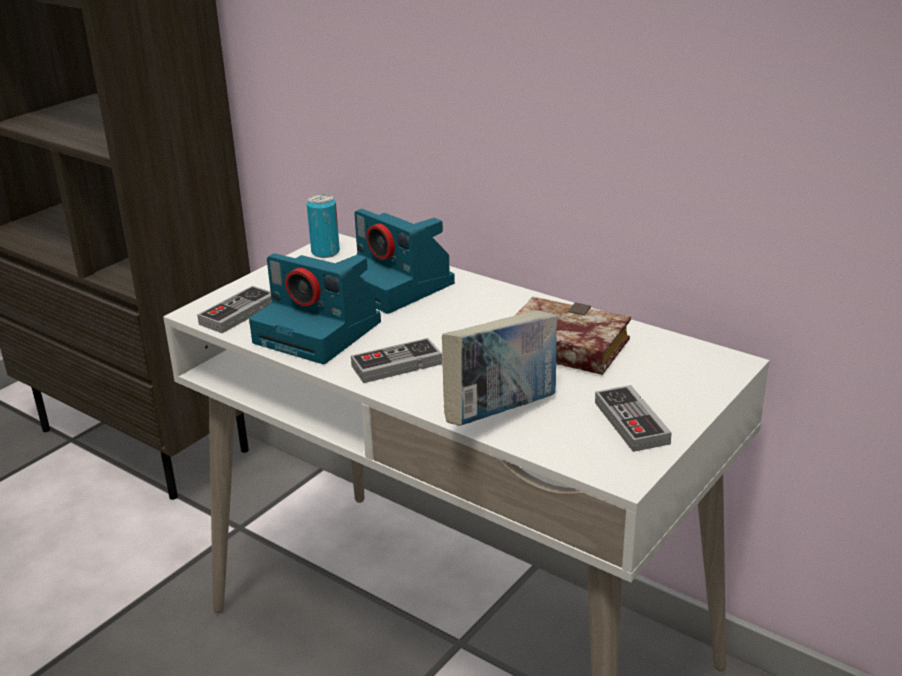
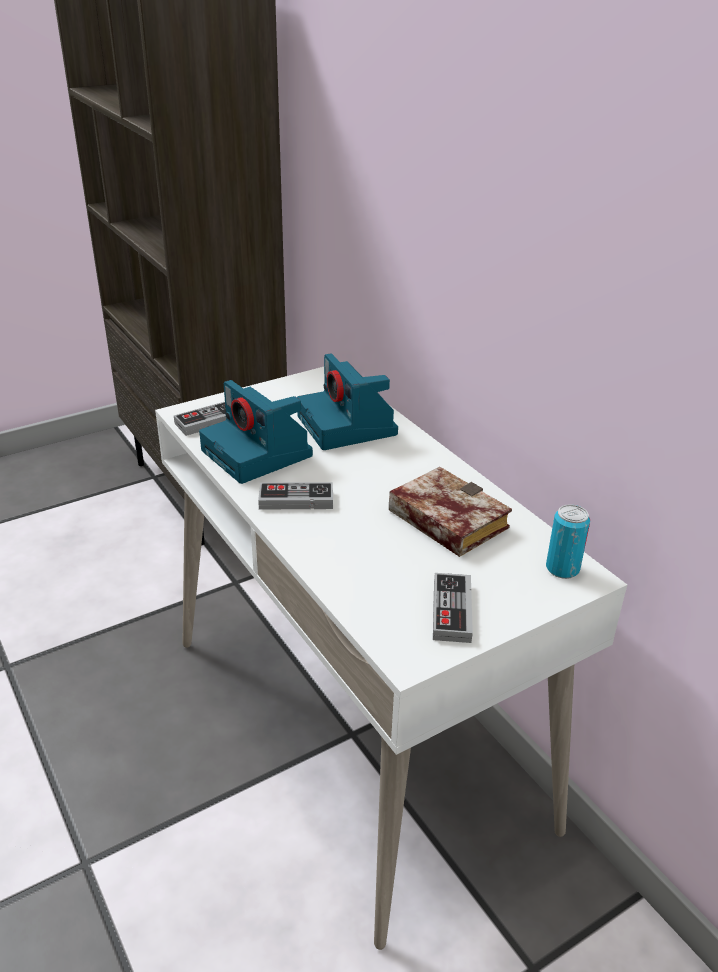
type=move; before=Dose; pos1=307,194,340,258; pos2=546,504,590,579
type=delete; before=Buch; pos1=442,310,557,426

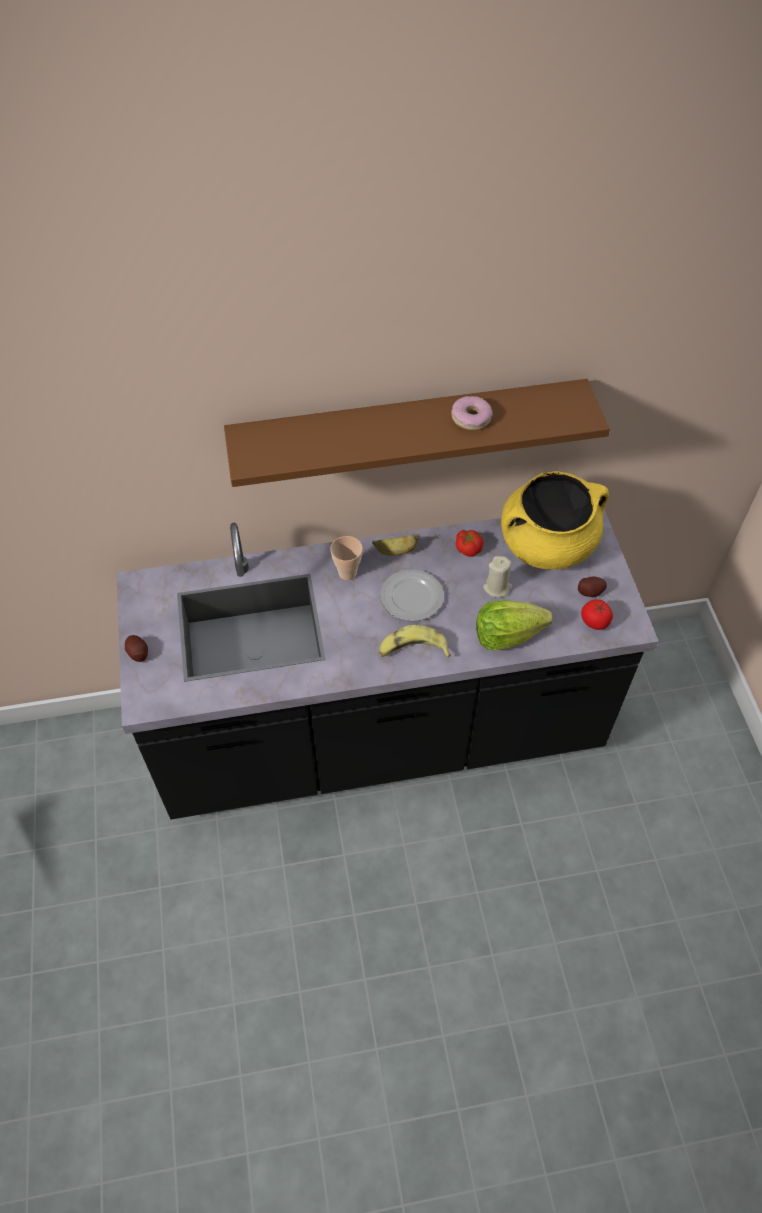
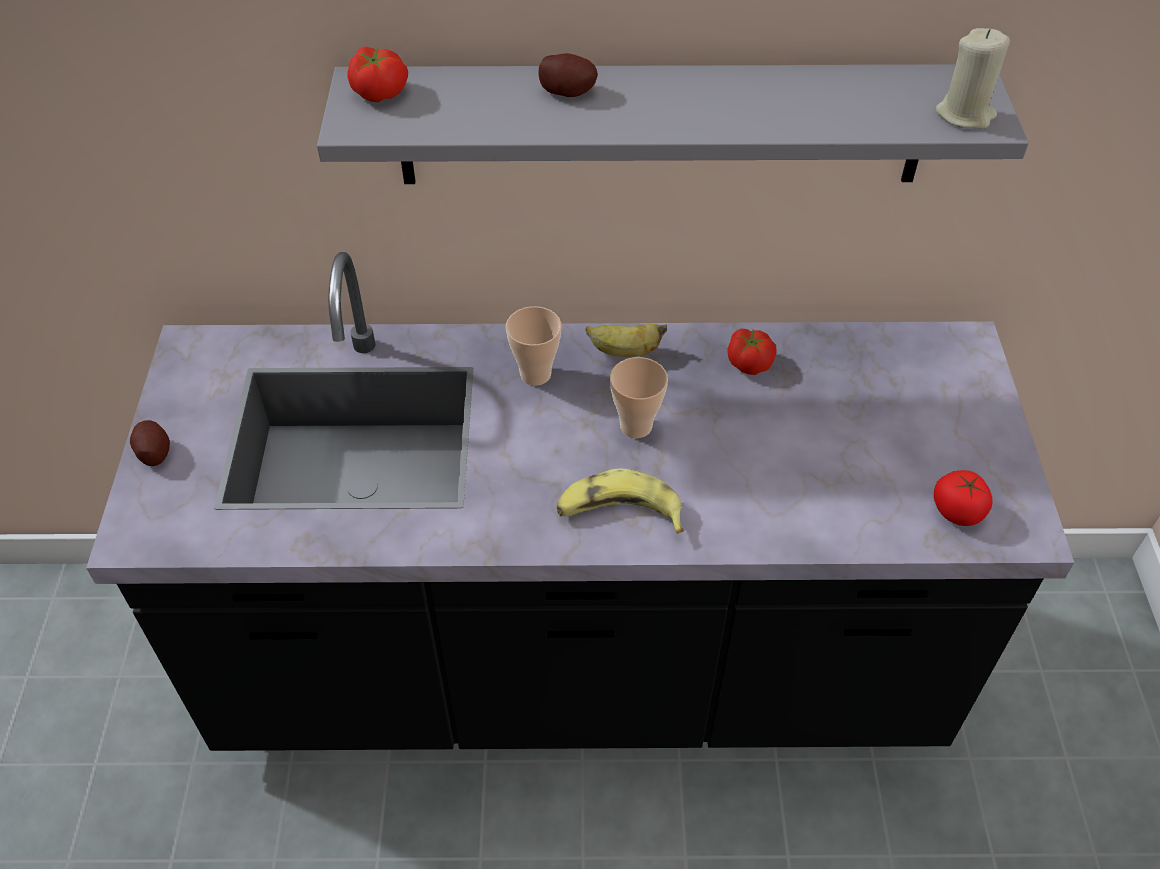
type=recolor; before=Wandregal/braun; after=Wandregal/grau; pos1=224,379,610,487; pos2=317,64,1029,184
type=insert; after=Tomate; pos2=348,46,408,102
type=move; before=Kartoffel; pos1=578,576,607,597; pos2=538,53,598,97
type=replace; before=Teller; after=Tasse; pos1=380,569,444,621; pos2=610,357,668,438
type=move; before=Kerze/beige; pos1=483,556,512,598; pos2=936,28,1010,129
type=delete; before=Donut; pos1=451,396,493,430
type=delete; before=Salatkopf; pos1=476,600,553,650
type=delete; before=Kochtopf/gelb; pos1=501,471,609,570

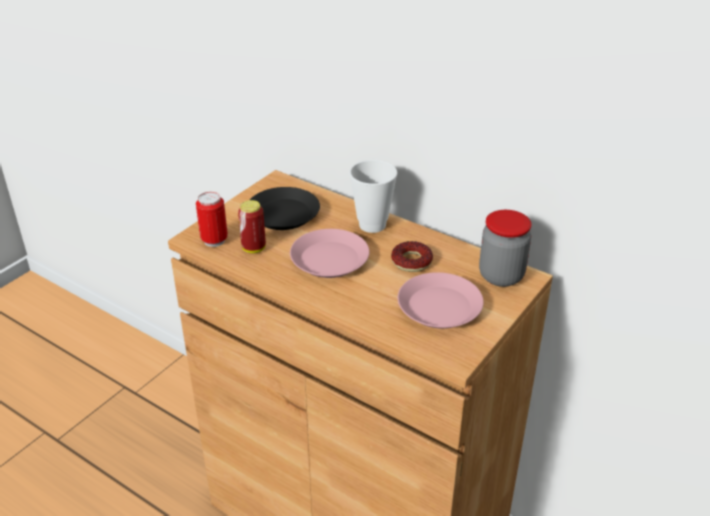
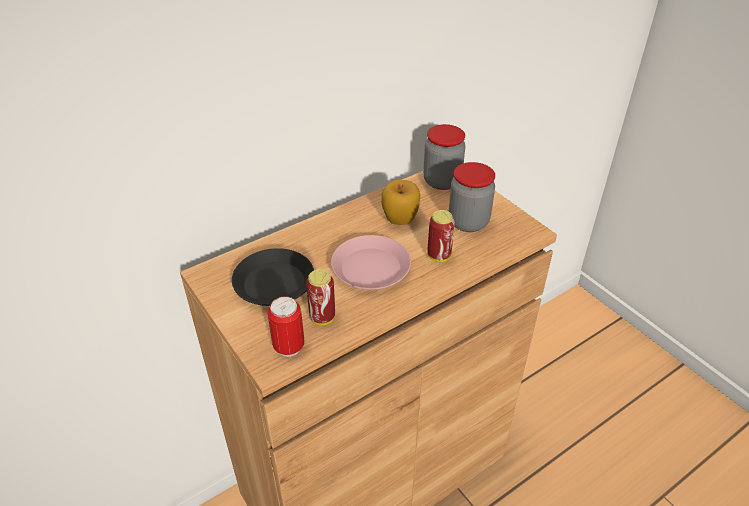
type=replace; before=Donut; after=Apfel; pos1=391,241,433,272; pos2=381,180,420,225
type=insert; after=Dose; pos2=427,210,455,262
type=replace; before=Teller/rosa; after=Vorratsglas; pos1=398,272,484,329; pos2=449,162,495,232
type=delete; before=Tasse; pos1=349,160,398,233

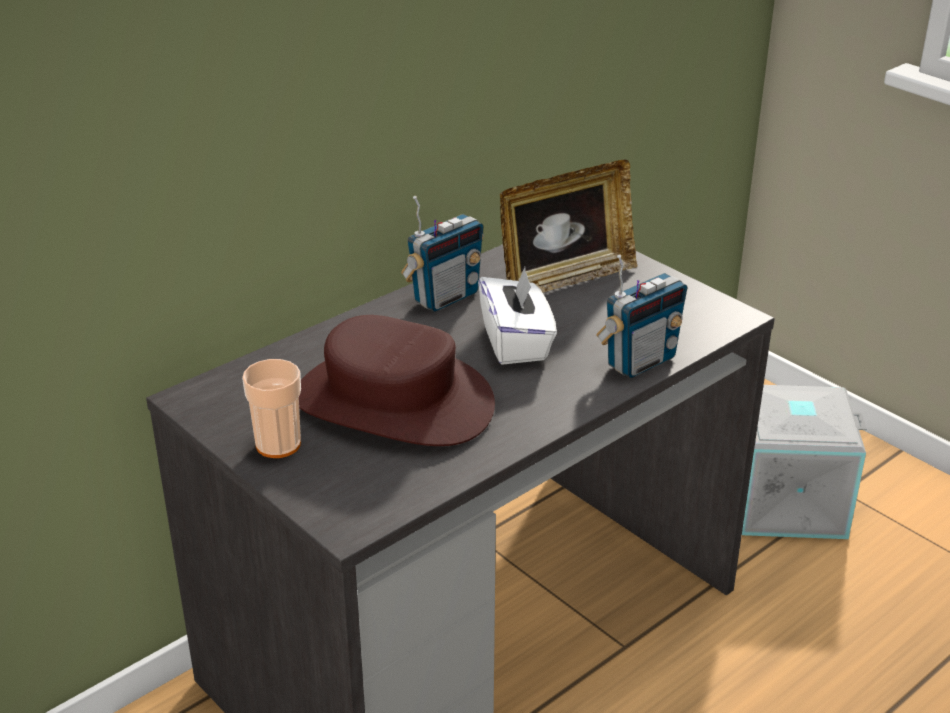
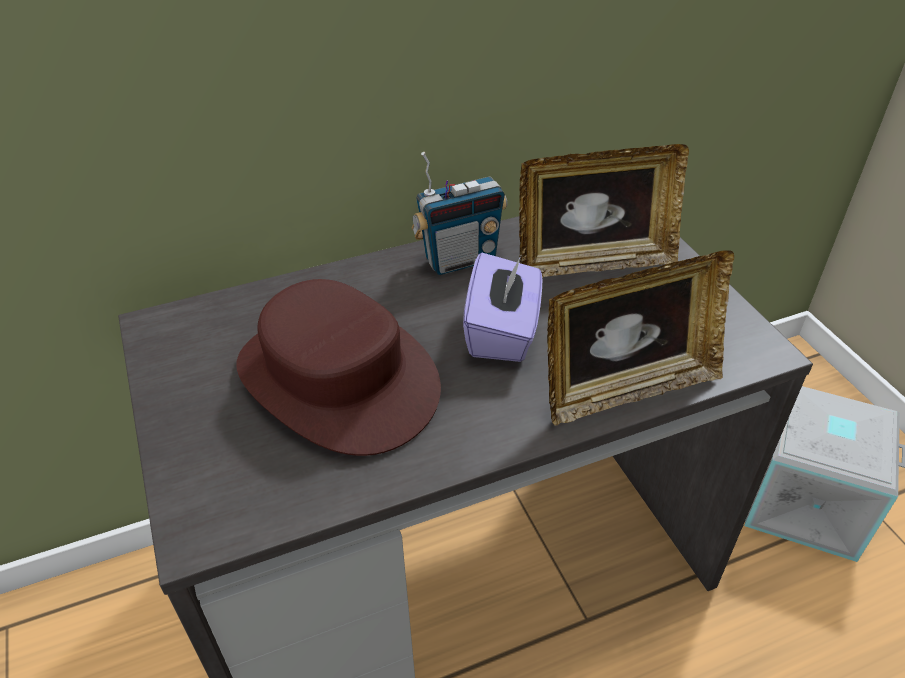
type=recolor; before=Taschentuchbox/weiß; after=Taschentuchbox/lila; pos1=478,267,557,365; pos2=463,253,542,362
type=replace; before=Radio; after=Bilderrahmen; pos1=596,255,687,378; pos2=547,250,734,426
type=delete; before=Tasse; pos1=242,359,301,458

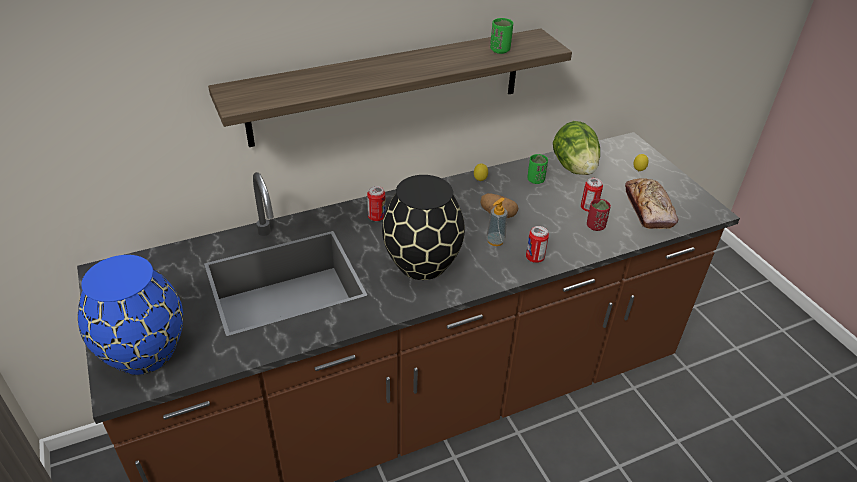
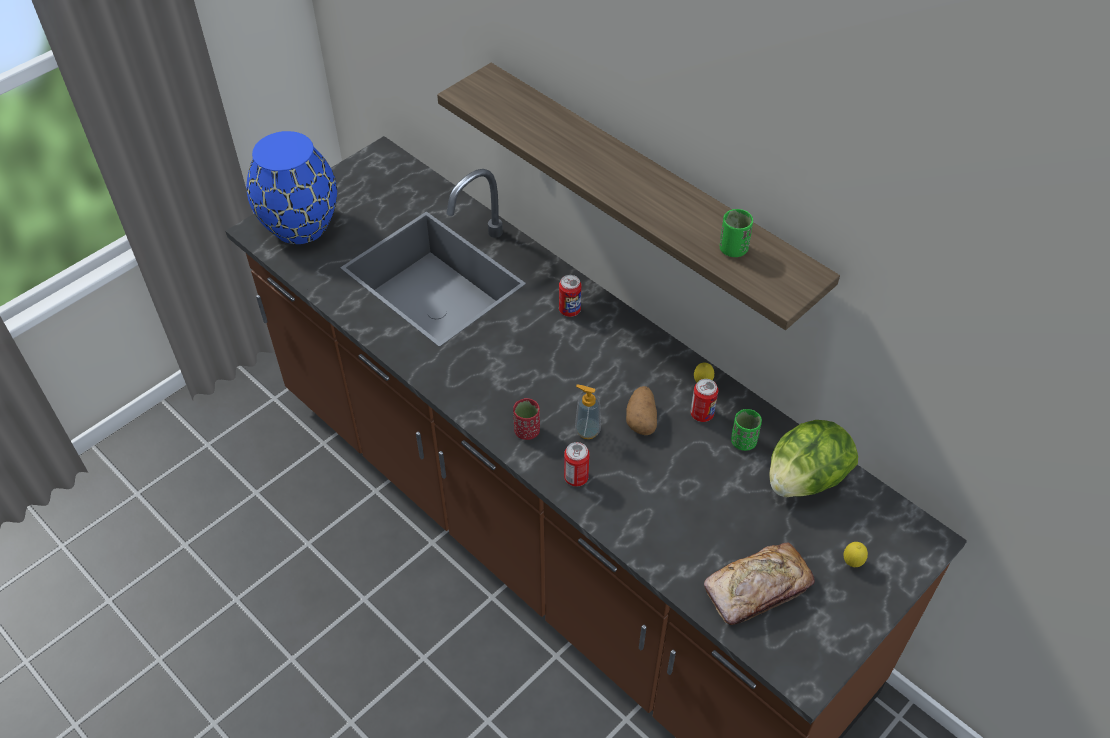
type=move; before=Tasse/rot; pos1=587,199,611,231; pos2=513,398,540,440
type=move; before=Dose; pos1=581,178,603,212; pos2=691,379,718,422
type=delete; before=Vase/schwarz; pos1=382,175,465,280

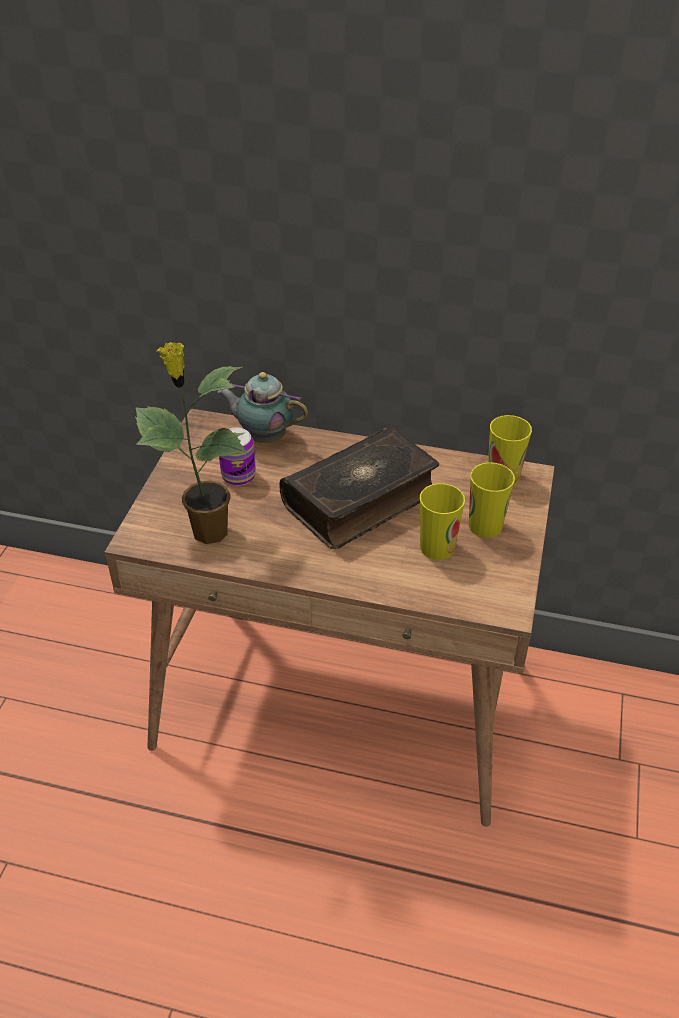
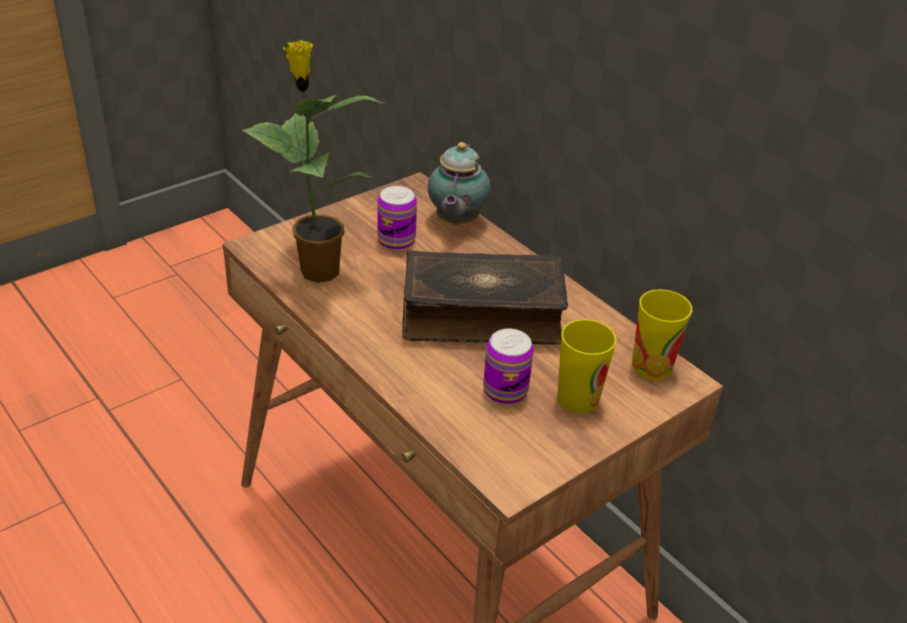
type=rotate; before=Teekanne; pos1=218,372,308,443; pos2=428,142,491,225; turn=-135
type=replace; before=Tasse; after=Dose; pos1=420,483,465,560; pos2=483,329,534,405

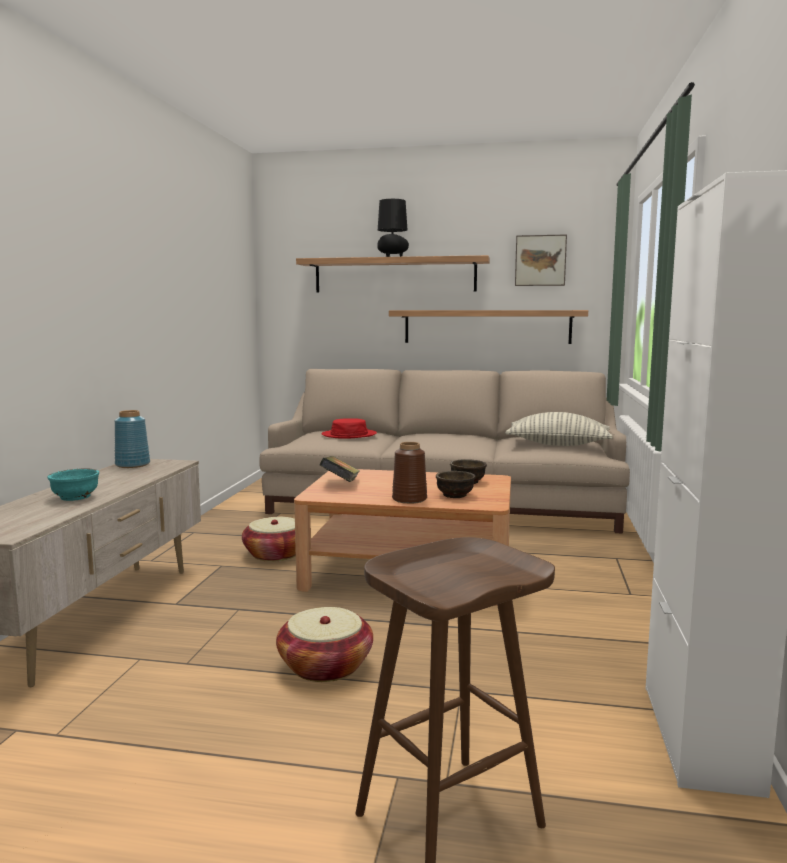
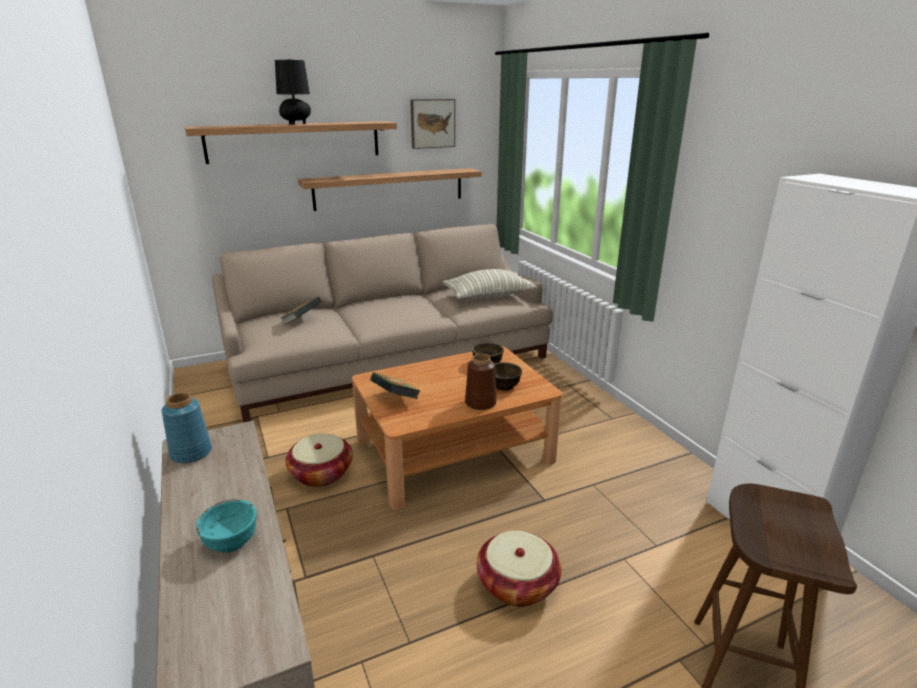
type=replace; before=Hut/rot; after=Buch; pos1=321,418,377,439; pos2=281,297,322,325

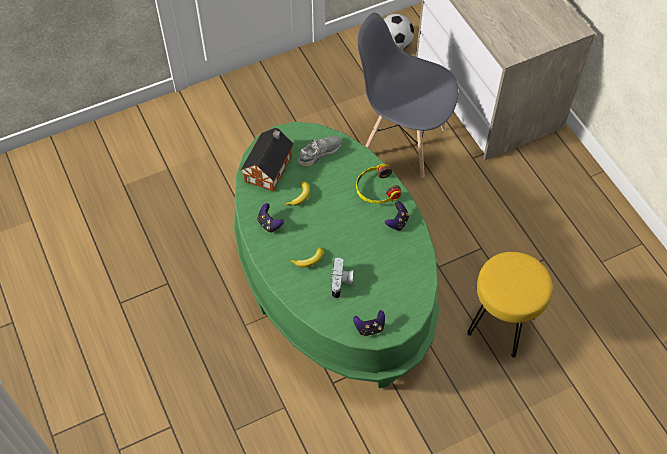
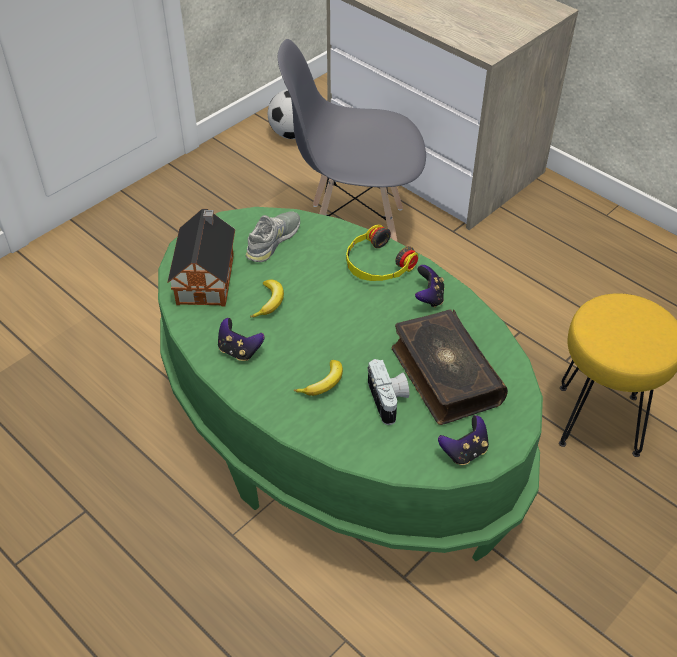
type=insert; after=Buch; pos2=392,310,508,425

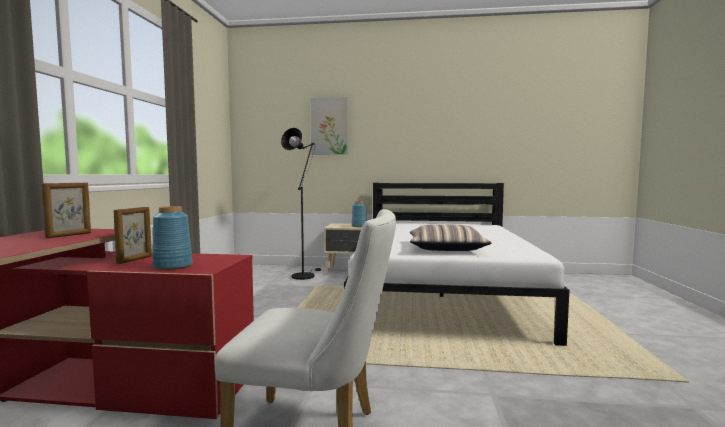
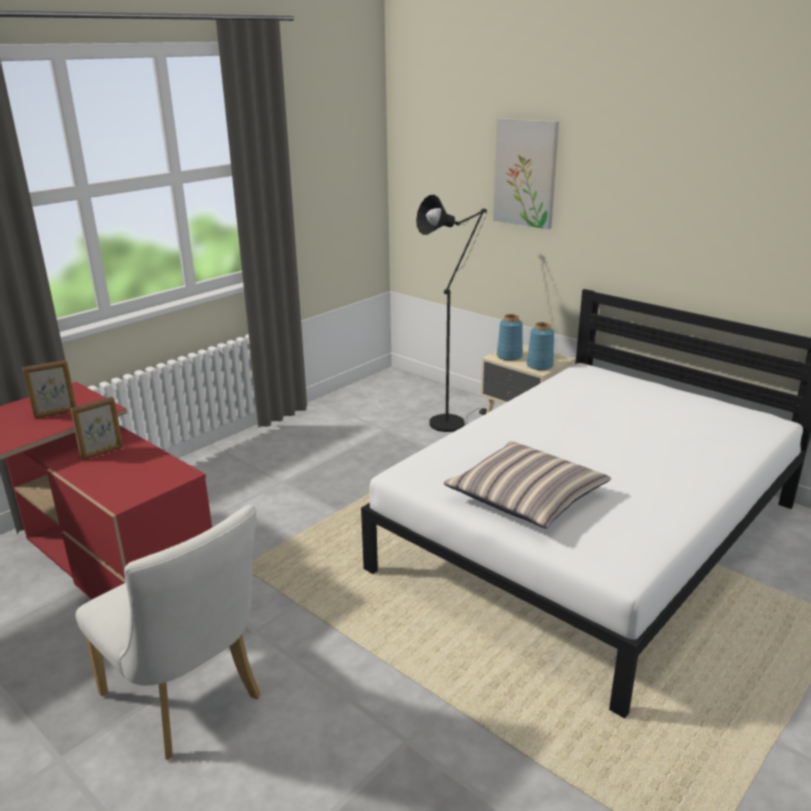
type=move; before=Vase/blau; pos1=152,206,193,270; pos2=497,314,523,361

